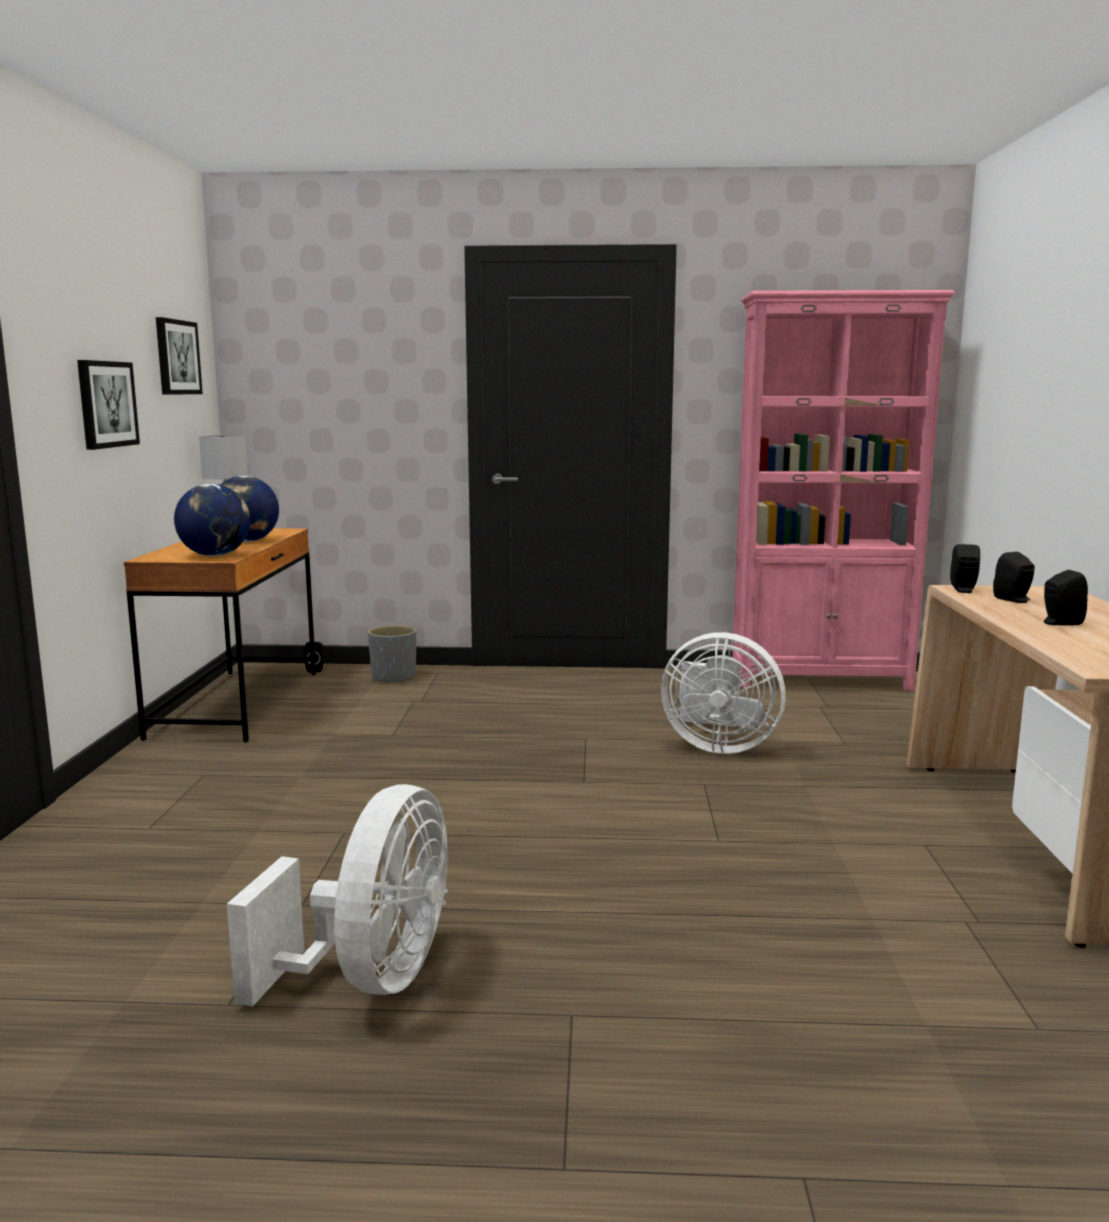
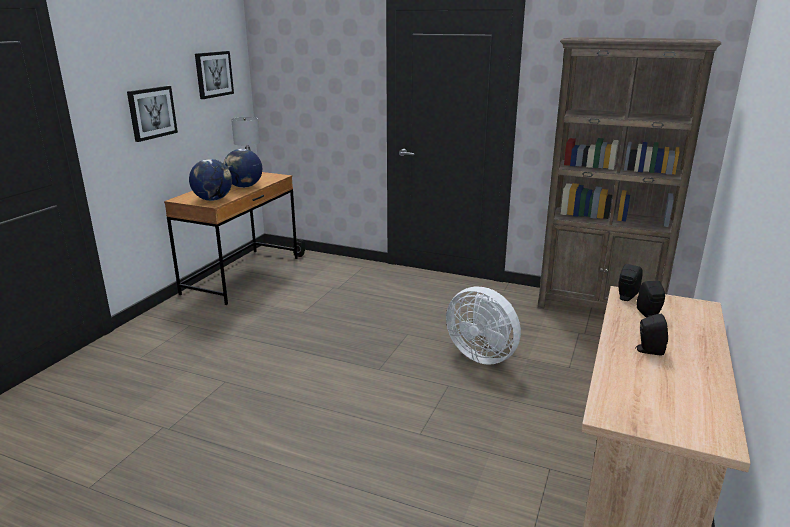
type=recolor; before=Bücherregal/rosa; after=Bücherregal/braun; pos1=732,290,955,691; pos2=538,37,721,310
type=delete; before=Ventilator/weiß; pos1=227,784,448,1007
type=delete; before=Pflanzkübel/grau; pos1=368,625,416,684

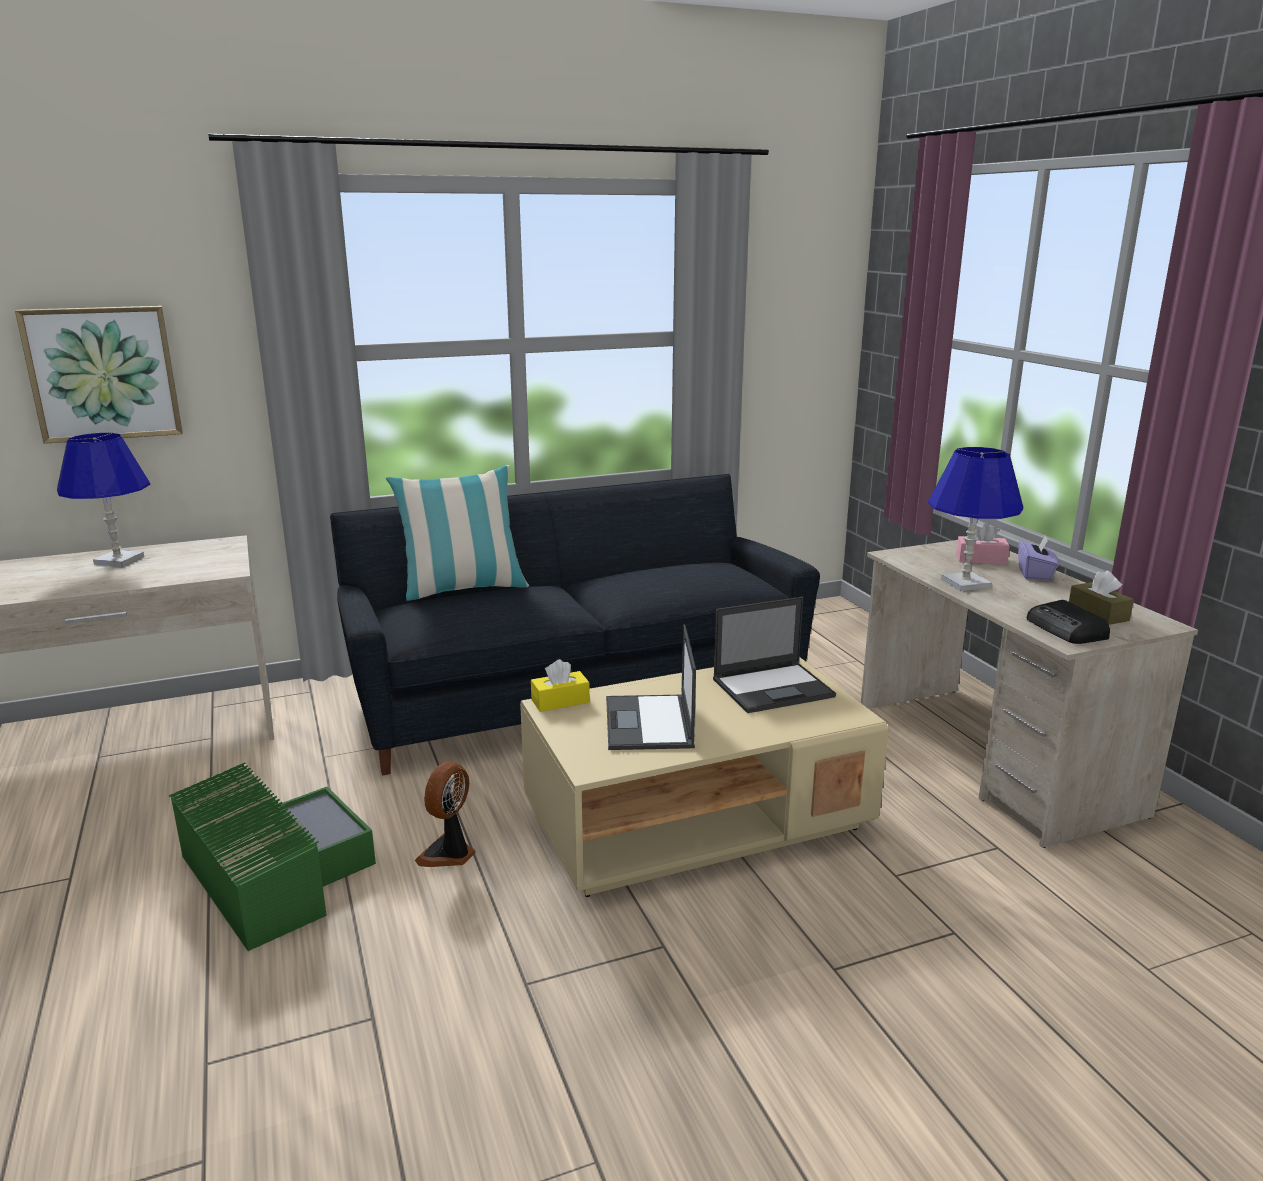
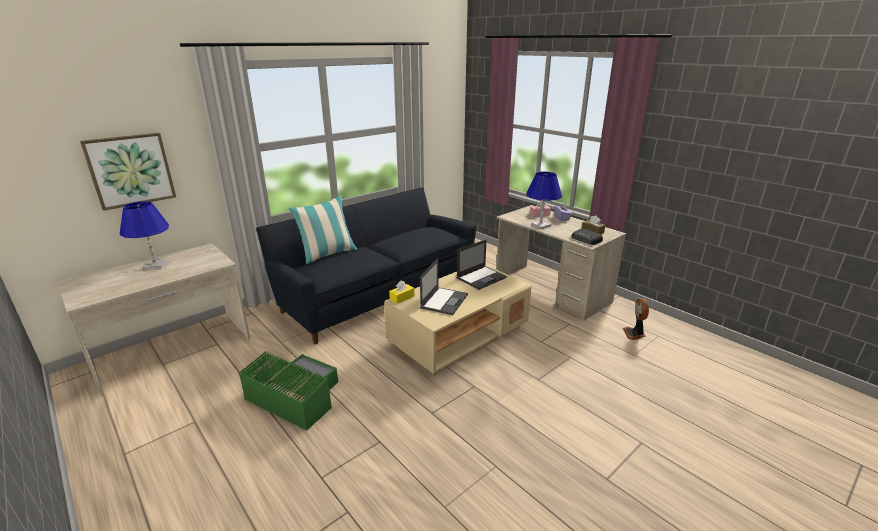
type=rotate; before=Laptop; pos1=606,624,696,750; pos2=420,259,468,315; turn=-135
type=move; before=Ventilator; pos1=415,761,476,867; pos2=623,298,649,340

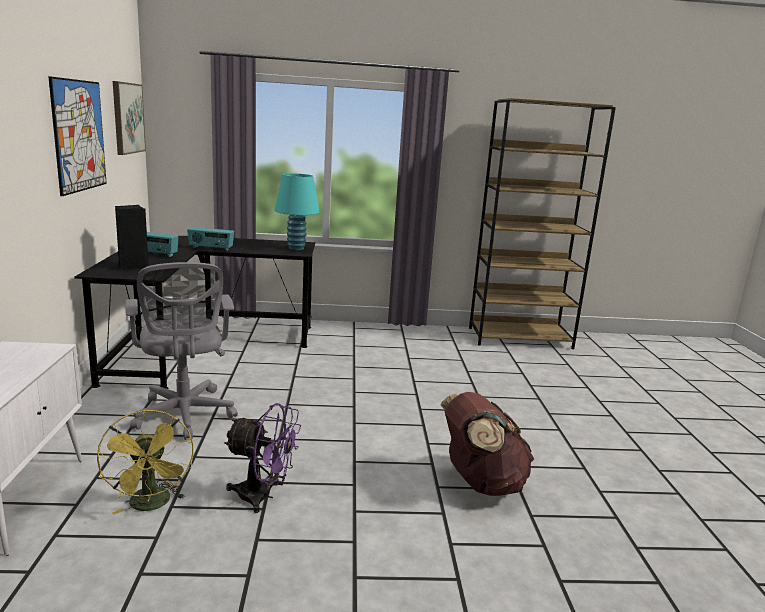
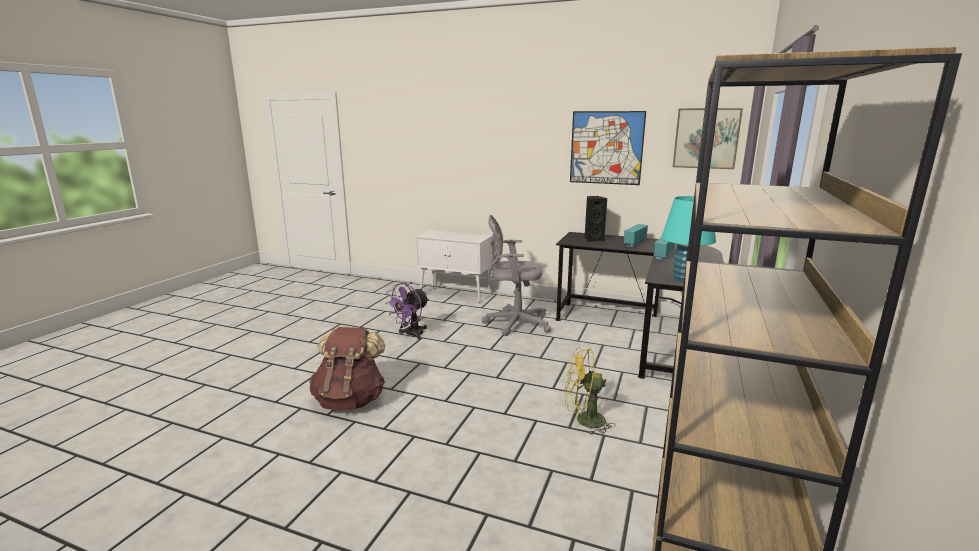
type=move; before=Ventilator/gelb; pos1=97,410,194,515; pos2=565,347,616,435

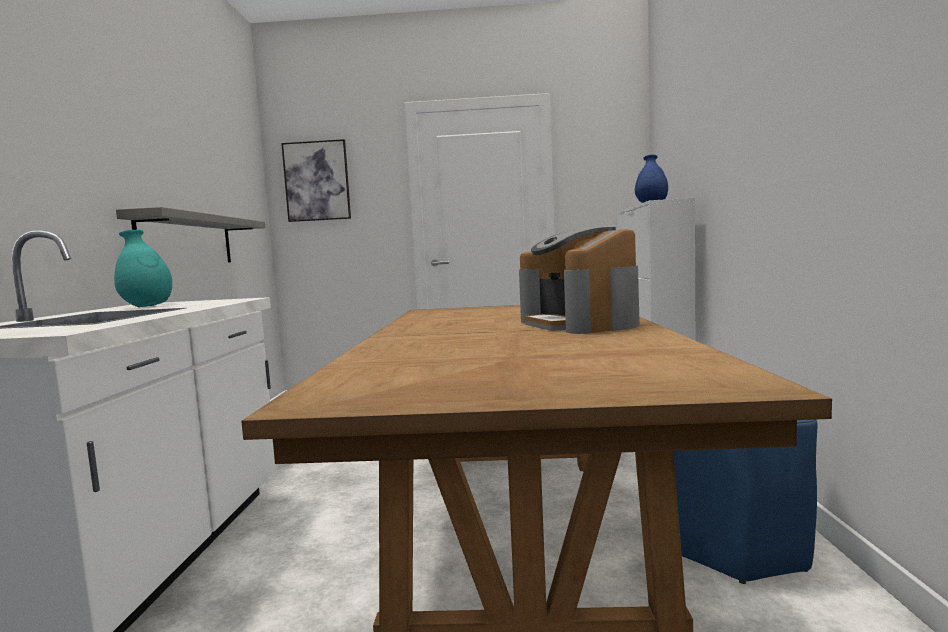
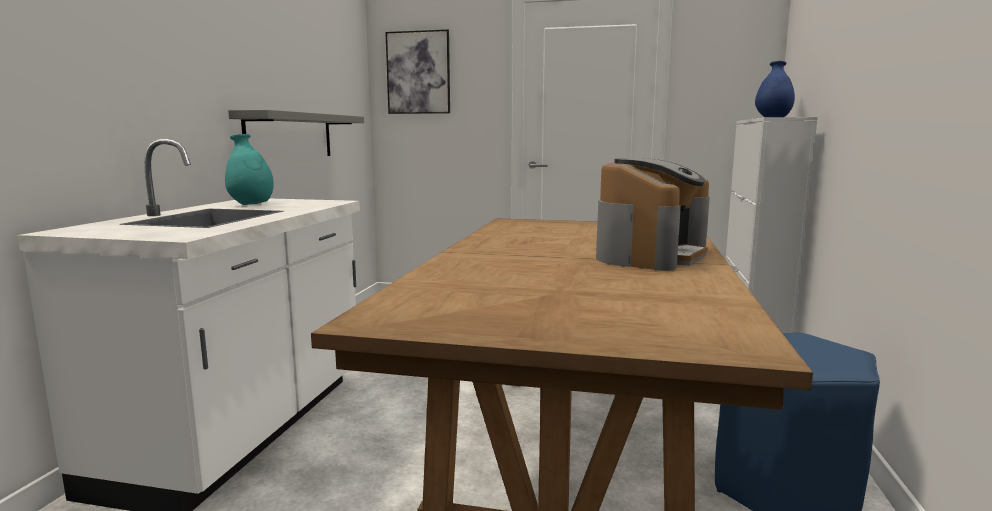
type=rotate; before=Kaffeemaschine; pos1=519,227,640,334; pos2=596,158,710,271; turn=-135

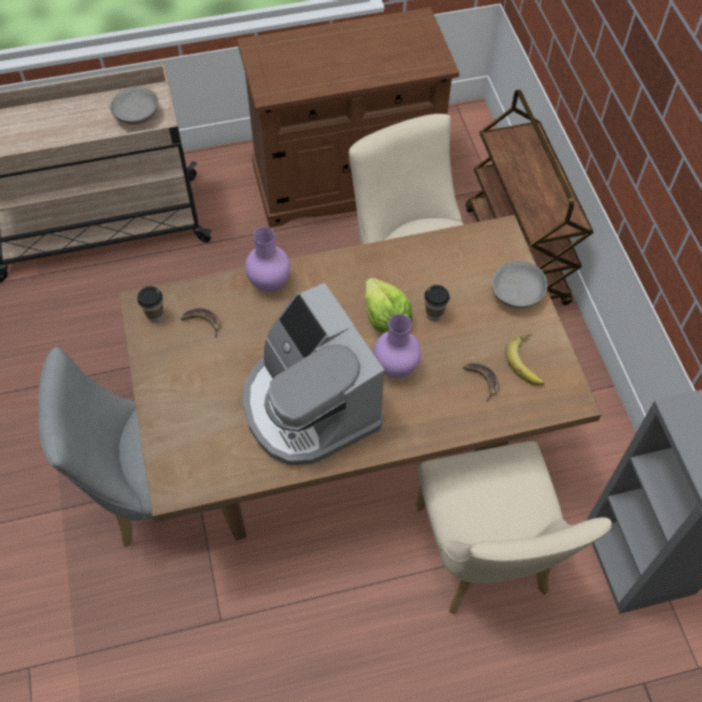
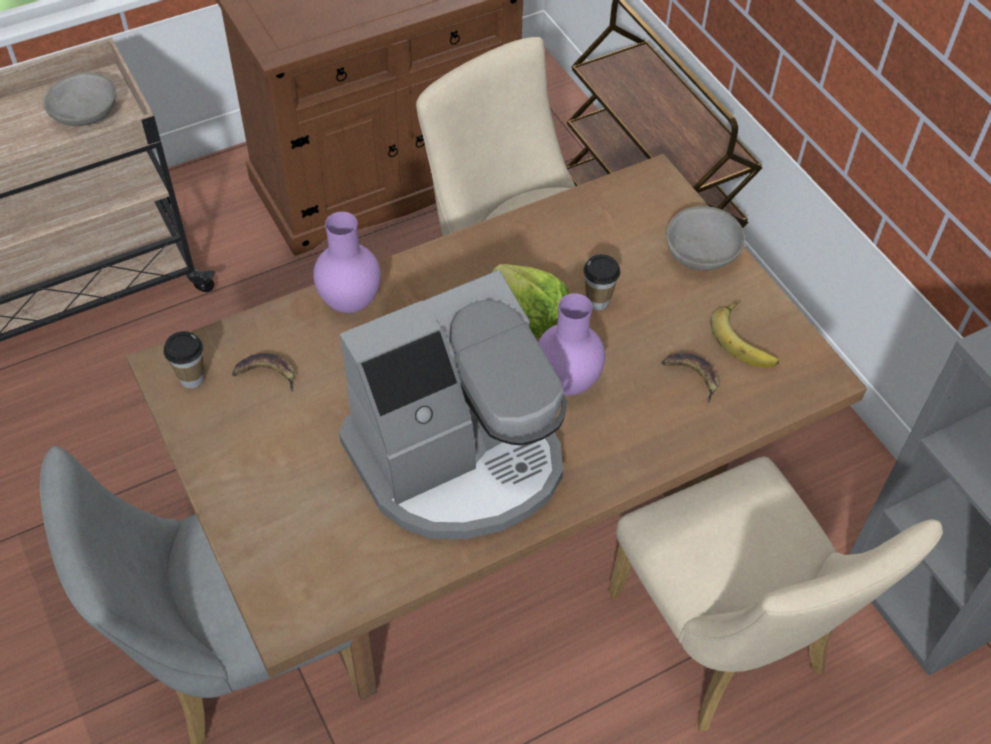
type=rotate; before=Kaffeemaschine; pos1=243,283,384,465; pos2=339,270,567,539; turn=-75

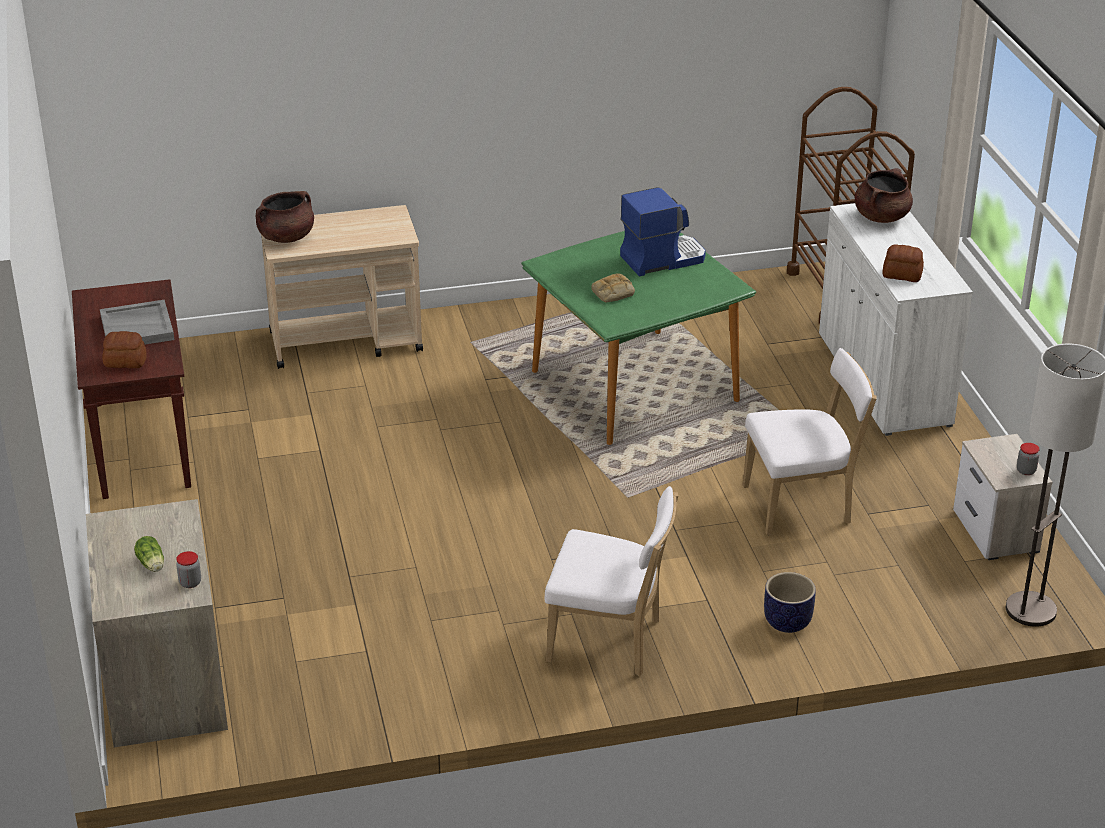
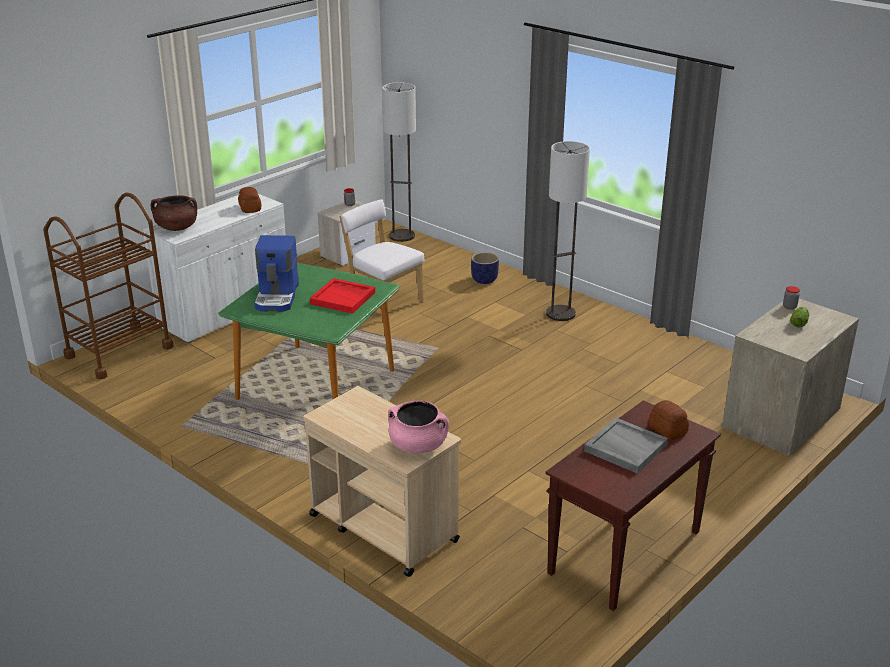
type=rotate; before=Kaffeemaschine; pos1=620,187,706,277; pos2=254,235,299,312; turn=-120
type=replace; before=Brot; after=Tablett/rot; pos1=591,273,635,303; pos2=310,278,375,314
type=recolor; before=Kochtopf/braun; after=Kochtopf/rosa; pos1=256,191,314,243; pos2=388,400,449,454
type=replace; before=Stuhl/weiß; after=Stehlampe; pos1=545,486,678,676; pos2=546,141,590,321

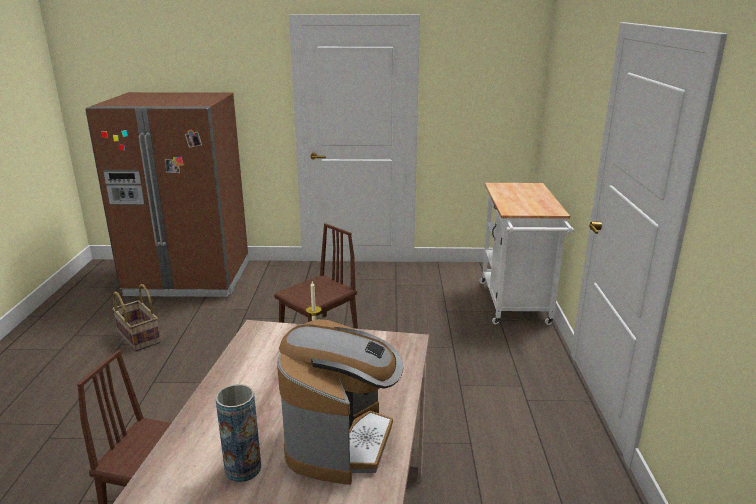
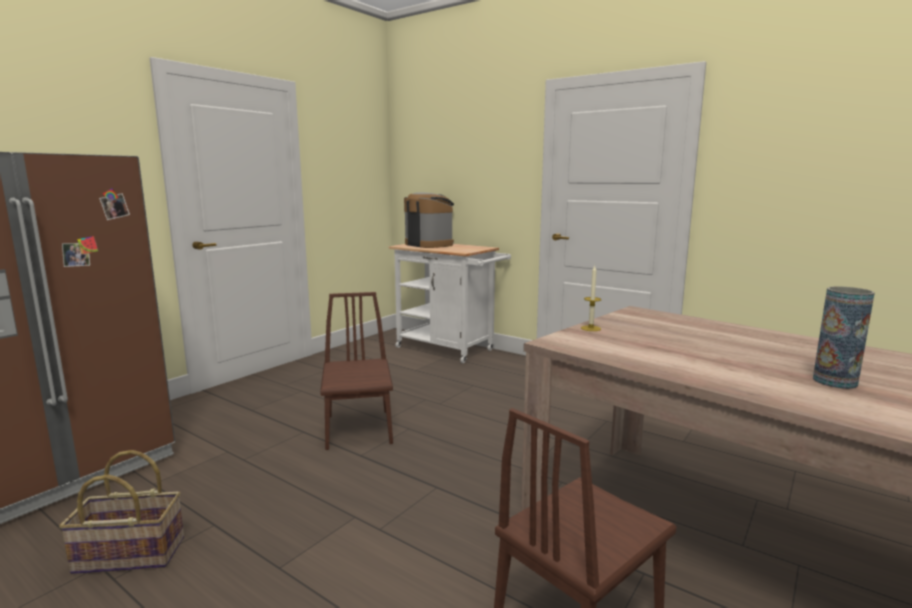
type=move; before=Kaffeemaschine; pos1=277,319,403,485; pos2=404,192,454,248

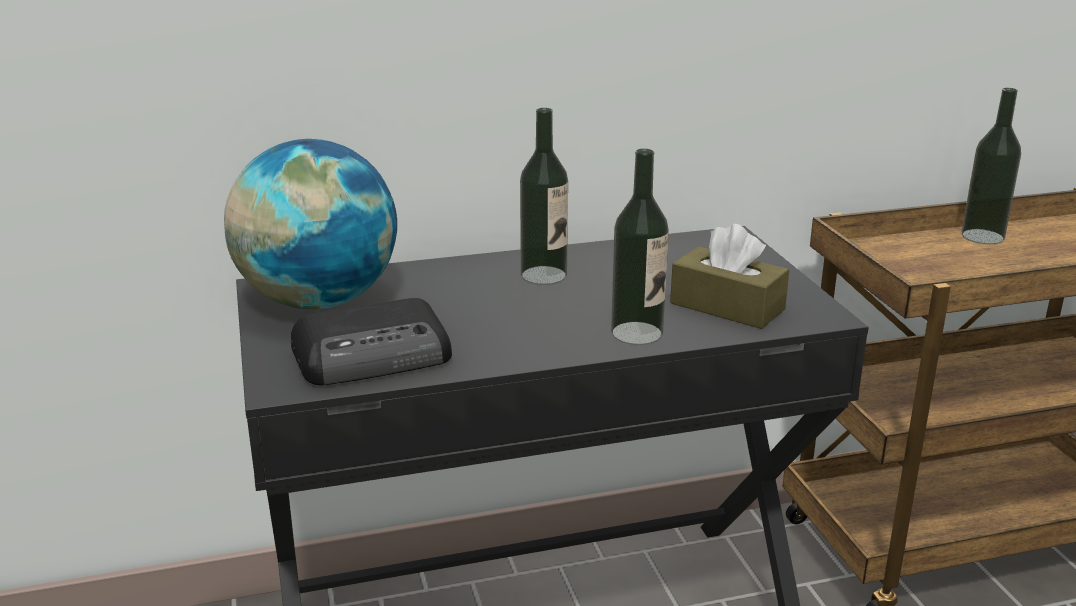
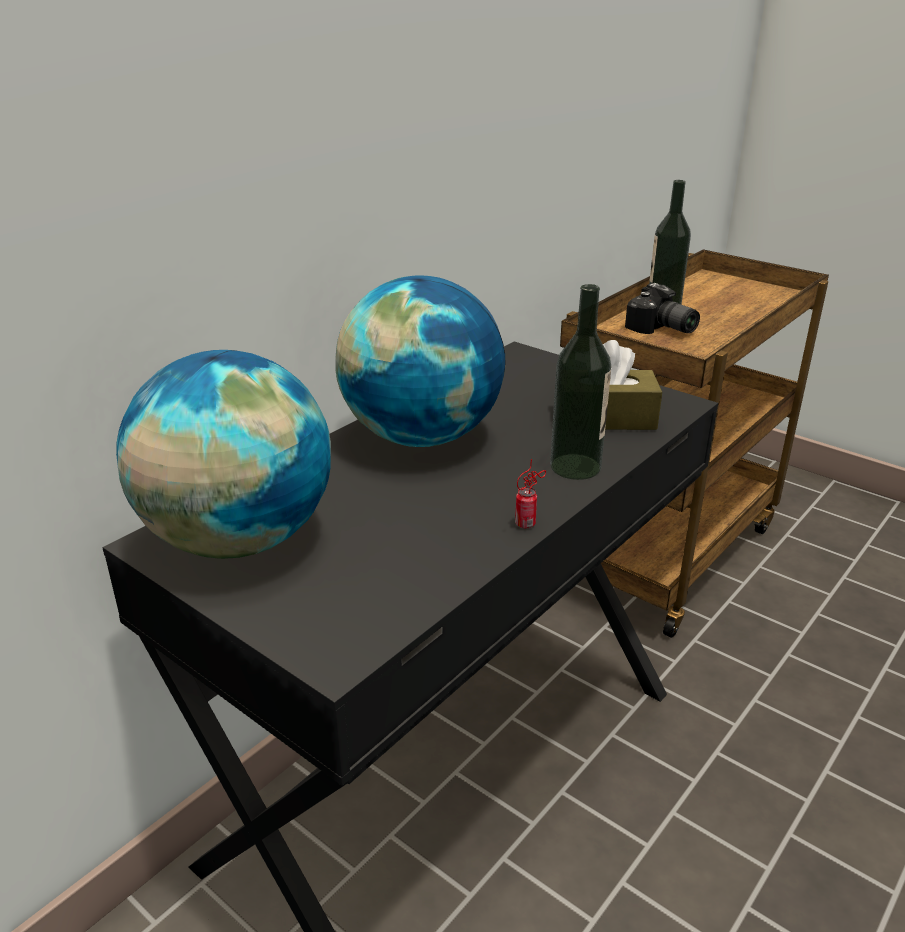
type=replace; before=Flasche; after=Globus; pos1=520,108,568,285; pos2=335,275,506,447
type=insert; after=Dose; pos2=515,459,546,528
type=insert; after=Kamera; pos2=625,283,700,334
type=delete; before=Radio; pos1=291,298,452,386

